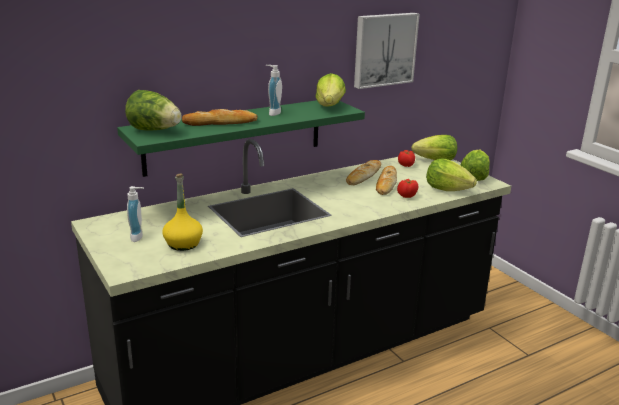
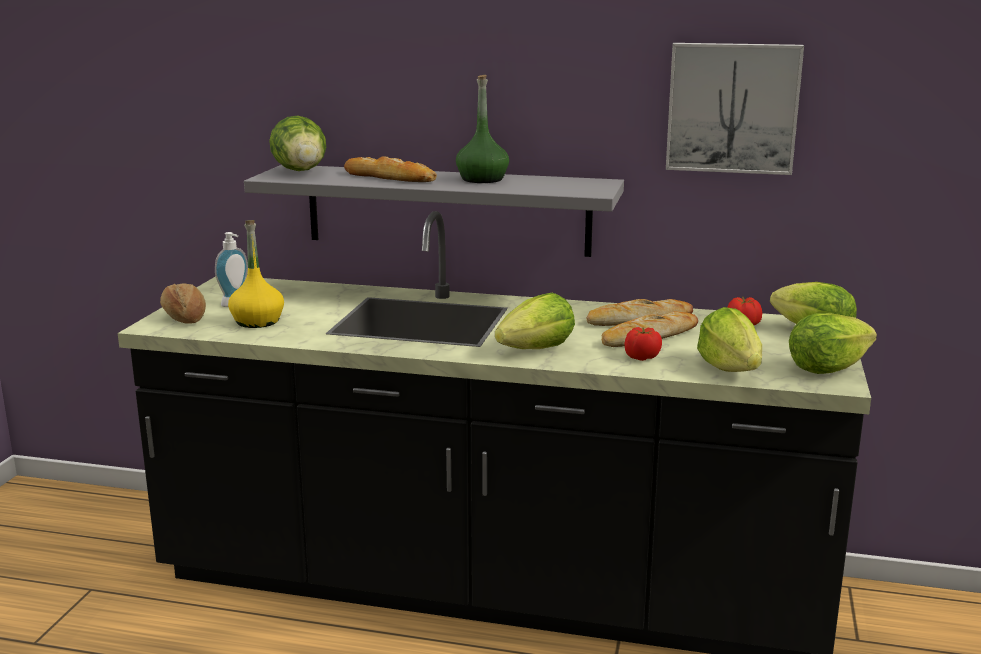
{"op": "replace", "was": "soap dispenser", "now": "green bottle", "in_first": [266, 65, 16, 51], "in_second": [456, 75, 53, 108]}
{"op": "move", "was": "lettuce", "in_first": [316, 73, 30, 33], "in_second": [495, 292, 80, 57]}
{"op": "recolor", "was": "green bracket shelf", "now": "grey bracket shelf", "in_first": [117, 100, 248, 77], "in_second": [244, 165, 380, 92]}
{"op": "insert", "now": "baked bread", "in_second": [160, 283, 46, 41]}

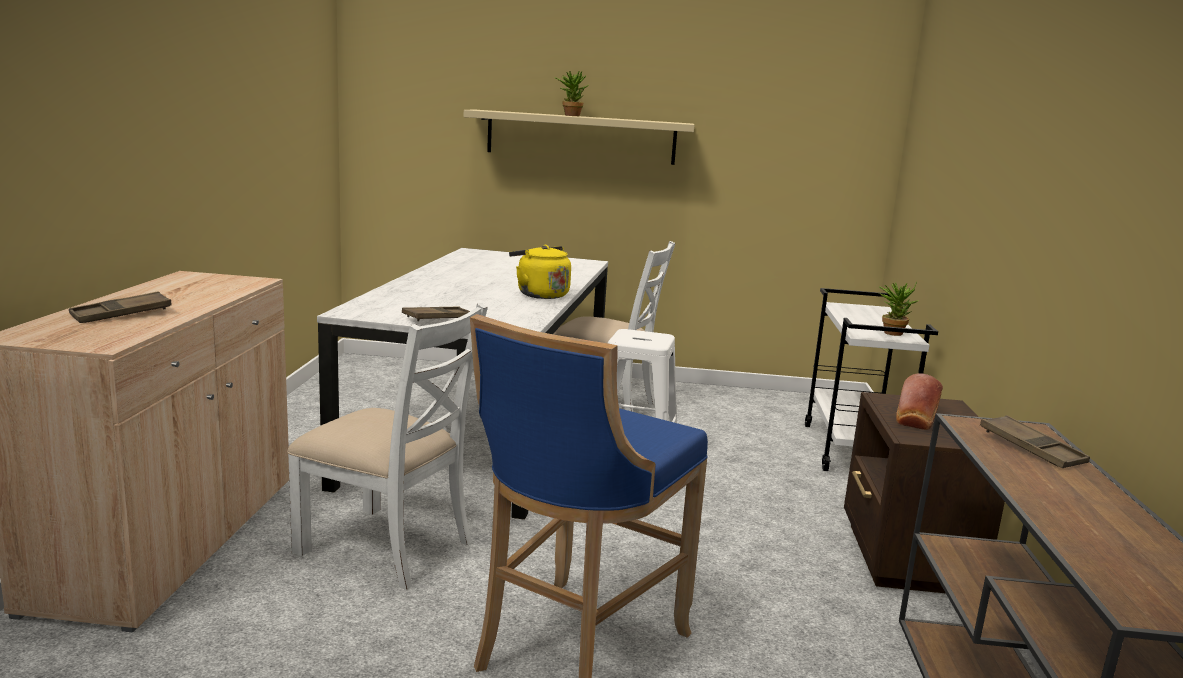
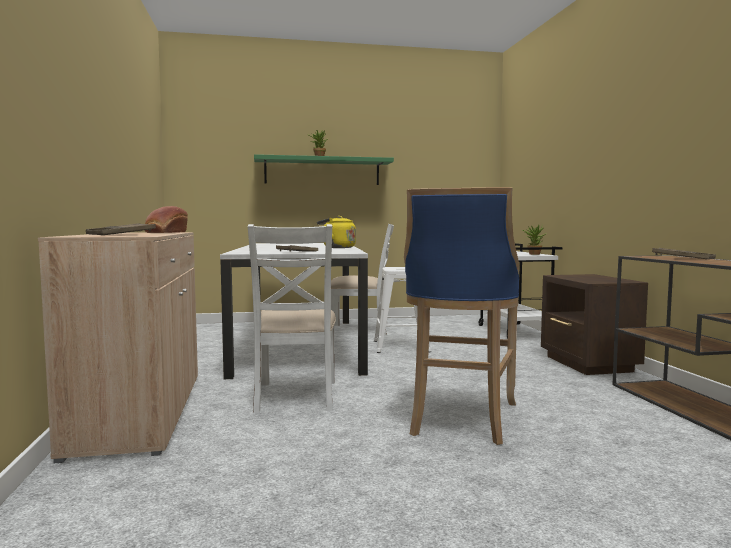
{"op": "recolor", "was": "sand-coloured bracket shelf", "now": "green bracket shelf", "in_first": [464, 110, 230, 55], "in_second": [254, 154, 140, 31]}
{"op": "rotate", "was": "whitish plain chair", "in_first": [287, 303, 201, 287], "in_second": [248, 224, 88, 189], "clockwise": 75}
{"op": "move", "was": "baked bread", "in_first": [896, 373, 47, 57], "in_second": [145, 206, 43, 27]}

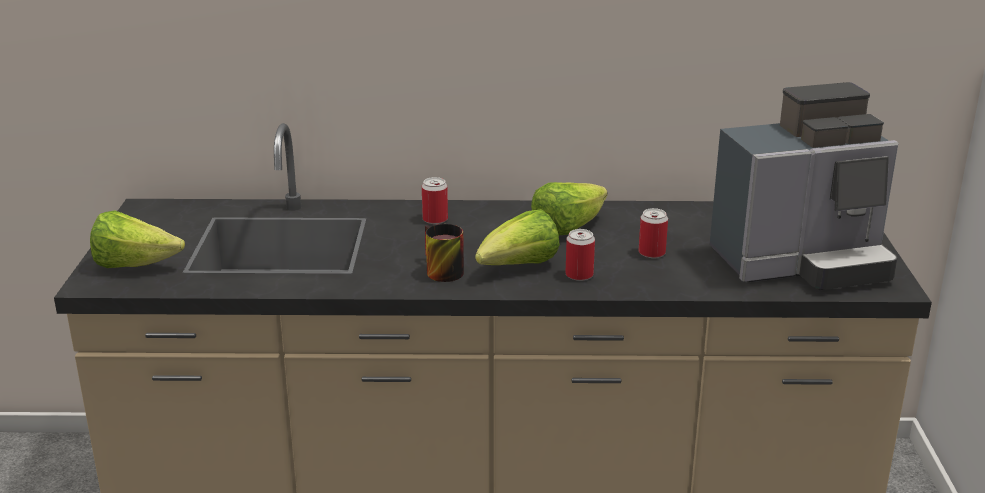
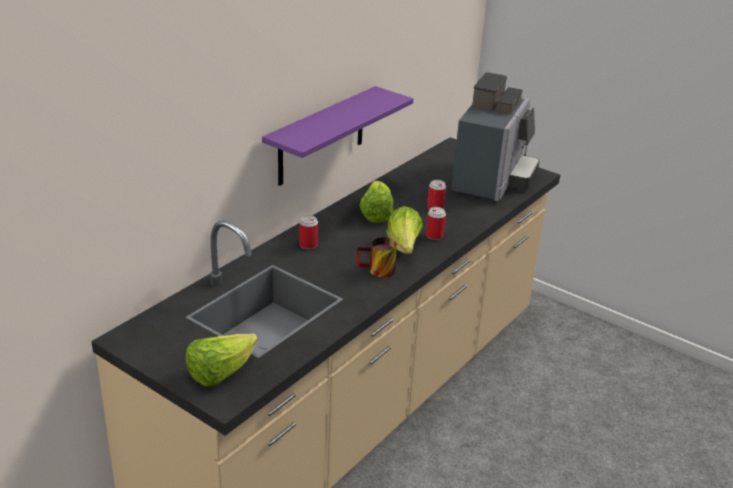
{"op": "insert", "now": "purplish bracket shelf", "in_second": [262, 86, 151, 100]}

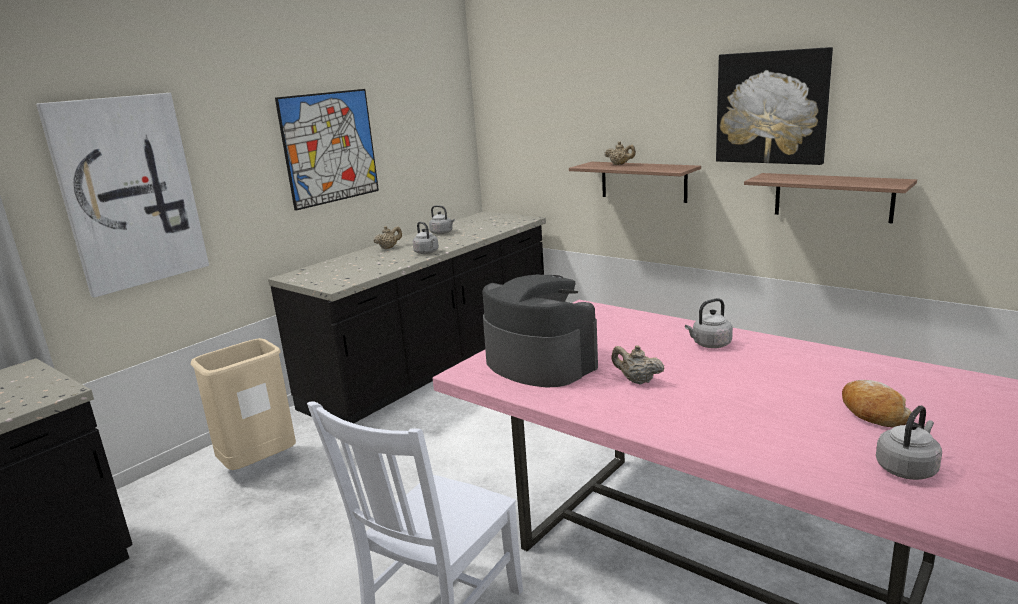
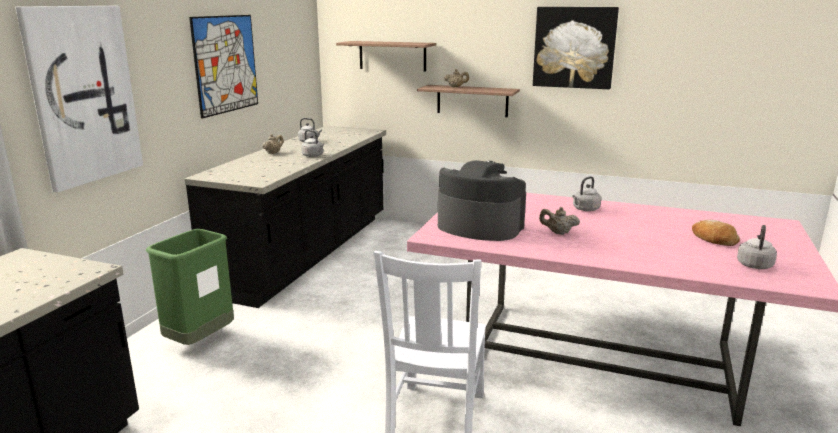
{"op": "move", "was": "bracket shelf", "in_first": [744, 173, 173, 51], "in_second": [336, 41, 100, 31]}
{"op": "recolor", "was": "sand-coloured waste bin", "now": "green waste bin", "in_first": [191, 338, 105, 132], "in_second": [146, 229, 88, 116]}

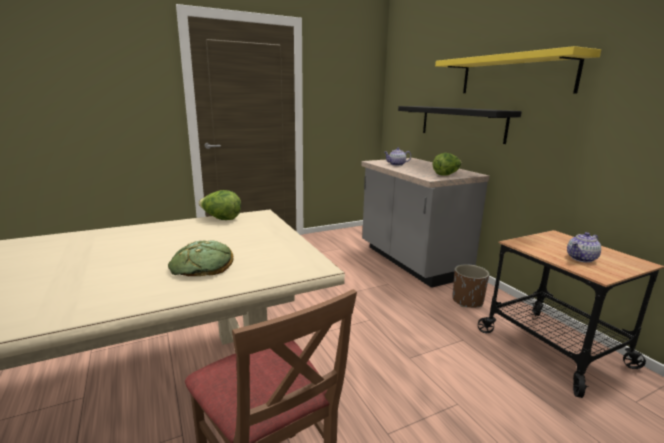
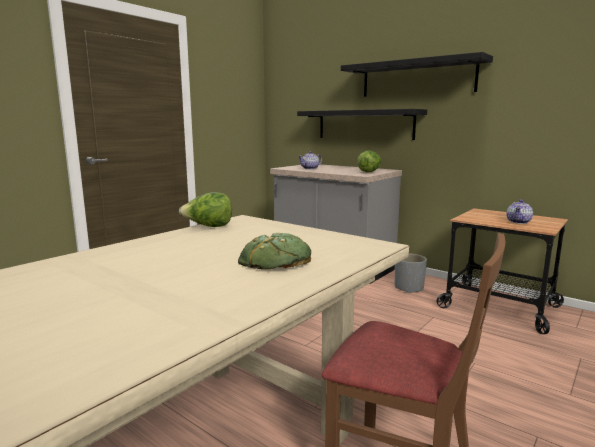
{"op": "recolor", "was": "yellow bracket shelf", "now": "blackish bracket shelf", "in_first": [435, 46, 166, 47], "in_second": [341, 52, 152, 45]}
{"op": "recolor", "was": "brown-coloured planter", "now": "grey planter", "in_first": [452, 264, 37, 44], "in_second": [395, 253, 32, 40]}

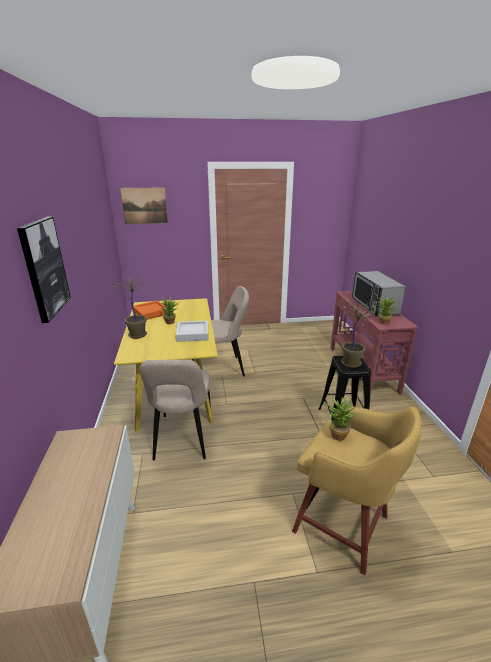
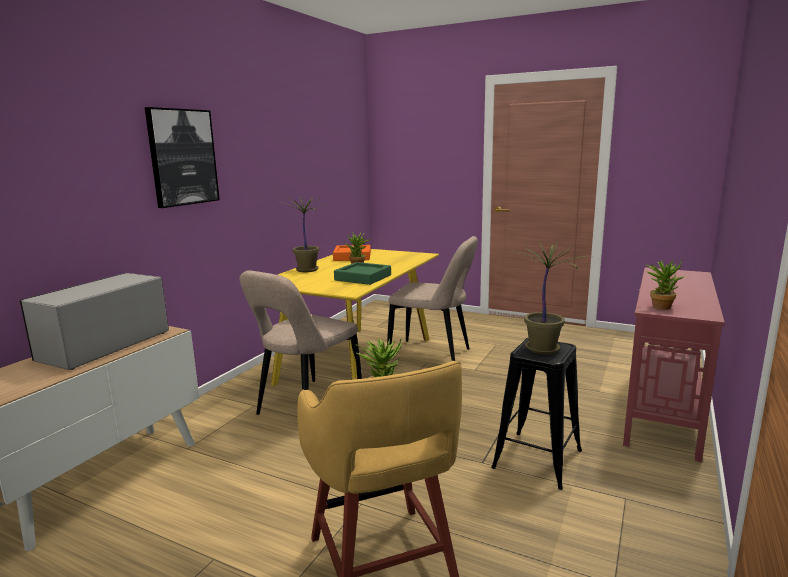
{"op": "delete", "was": "wall art", "in_first": [120, 188, 48, 36]}
{"op": "move", "was": "microwave oven", "in_first": [352, 271, 54, 45], "in_second": [20, 273, 149, 97]}
{"op": "recolor", "was": "grey tray", "now": "green tray", "in_first": [175, 321, 34, 21], "in_second": [334, 262, 57, 23]}

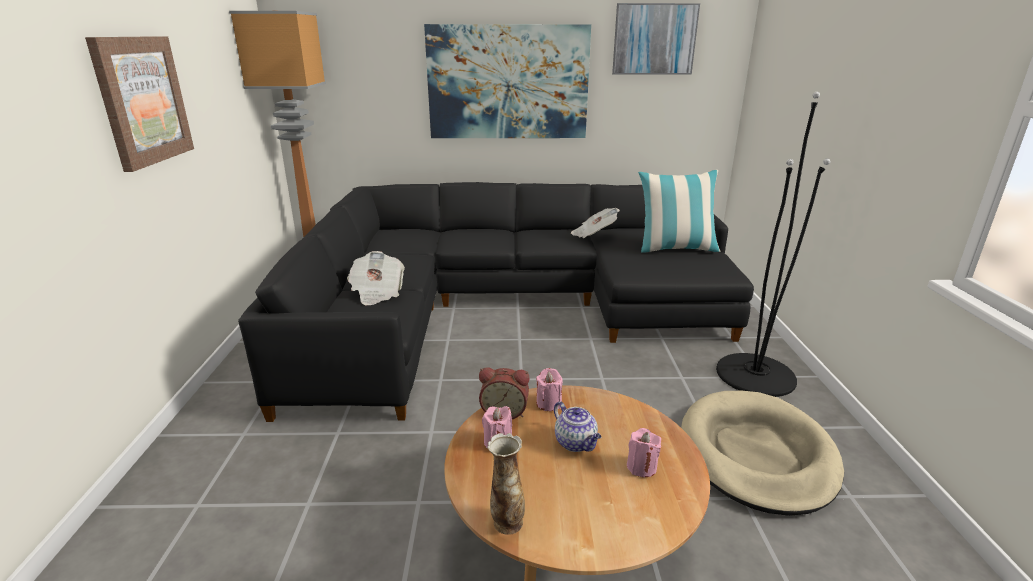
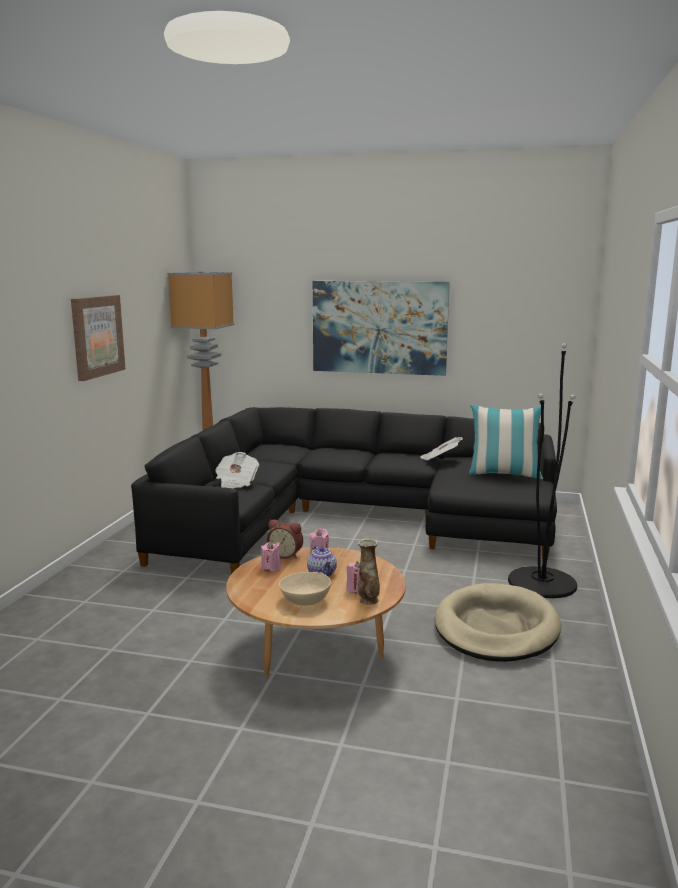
{"op": "delete", "was": "wall art", "in_first": [612, 3, 88, 72]}
{"op": "move", "was": "flower vase", "in_first": [487, 433, 38, 102], "in_second": [357, 538, 23, 67]}
{"op": "insert", "now": "sand-coloured deep dish", "in_second": [279, 572, 52, 33]}

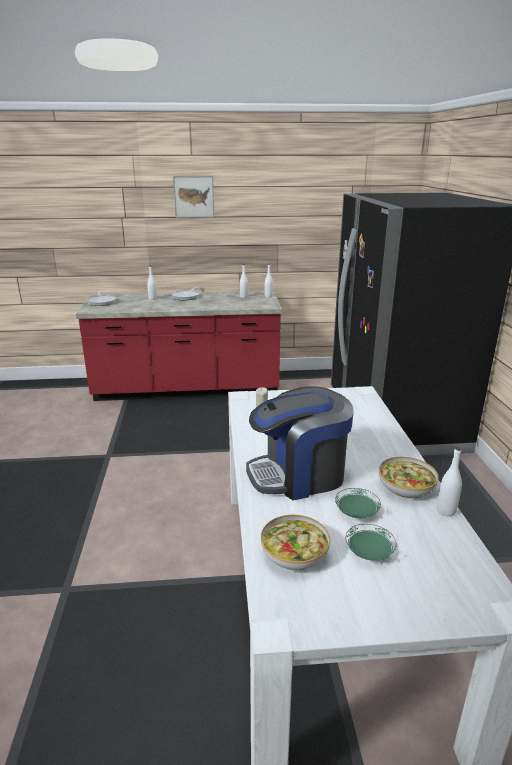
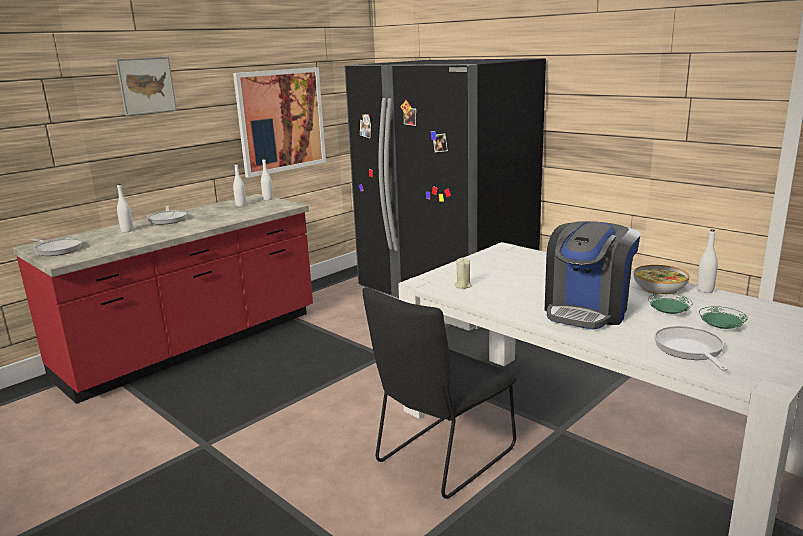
{"op": "replace", "was": "deep dish", "now": "pan", "in_first": [261, 515, 69, 56], "in_second": [654, 326, 73, 45]}
{"op": "insert", "now": "wall art", "in_second": [233, 67, 93, 111]}
{"op": "insert", "now": "blackish plain chair", "in_second": [362, 287, 154, 212]}

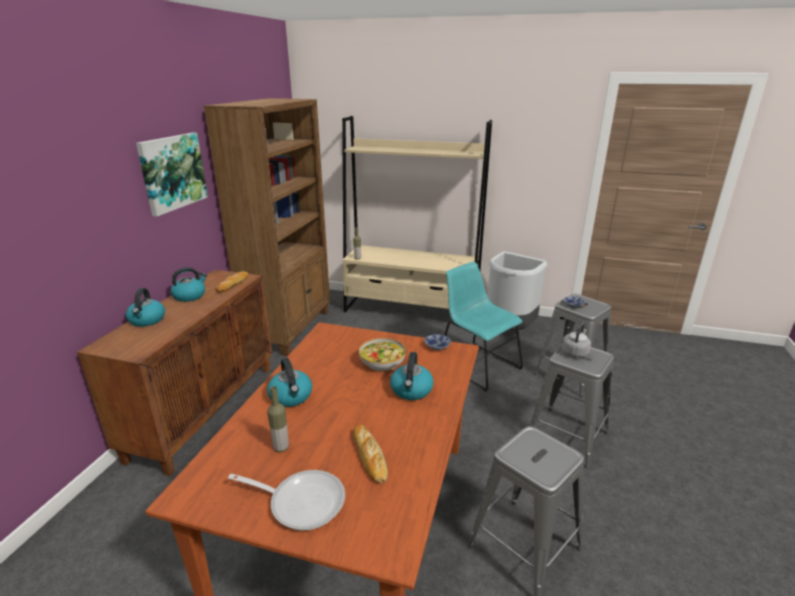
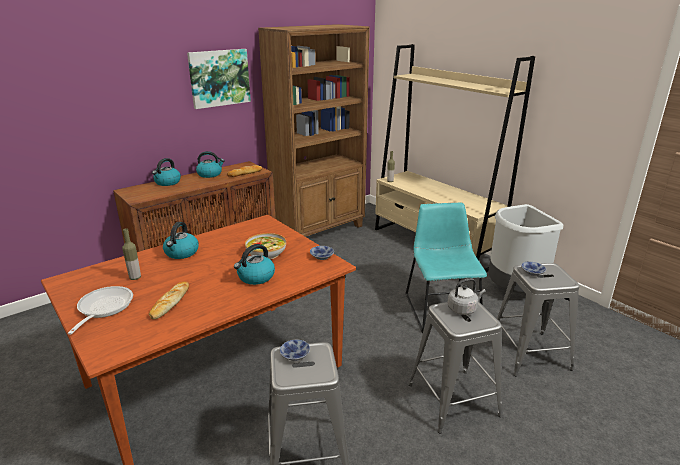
{"op": "rotate", "was": "pan", "in_first": [228, 470, 117, 61], "in_second": [67, 286, 66, 48], "clockwise": -135}
{"op": "insert", "now": "deep dish", "in_second": [279, 340, 31, 21]}

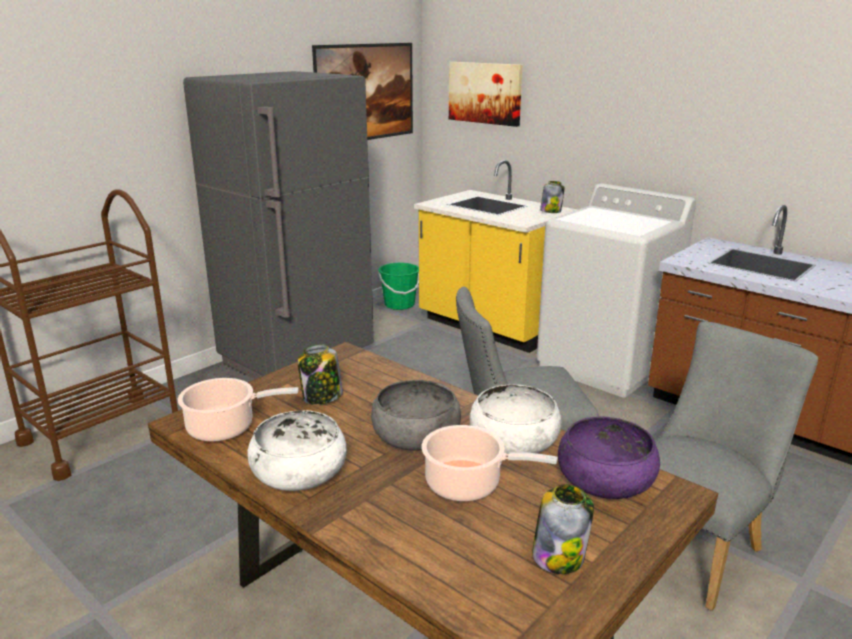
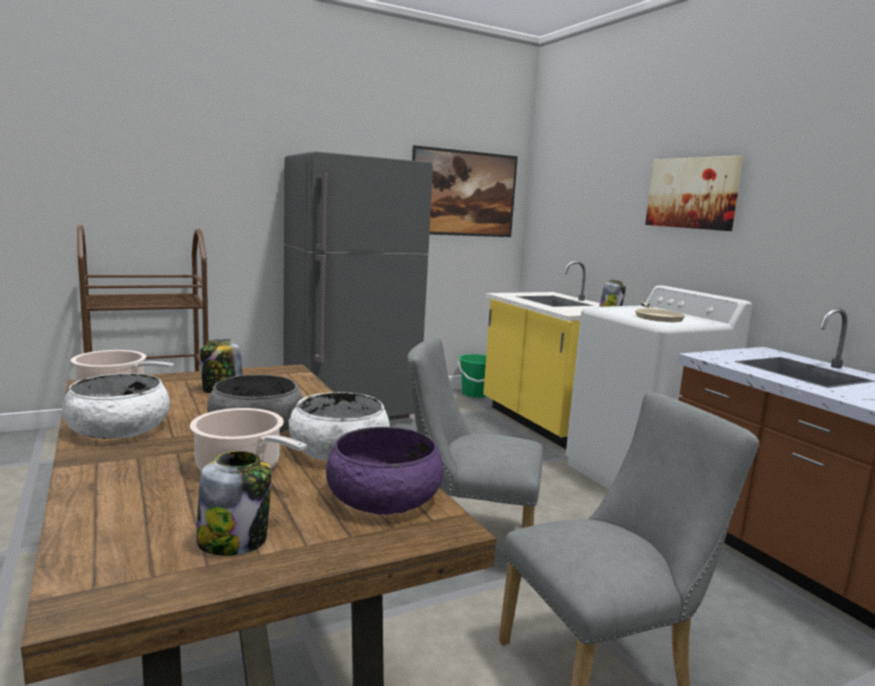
{"op": "move", "was": "wall art", "in_first": [449, 62, 74, 65], "in_second": [645, 156, 99, 75]}
{"op": "insert", "now": "sand-coloured pan", "in_second": [635, 303, 50, 19]}

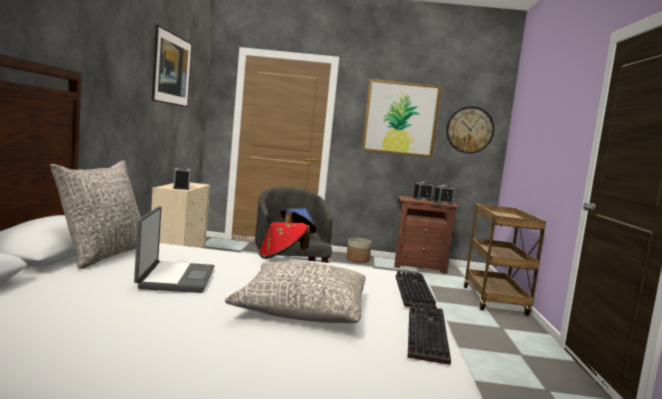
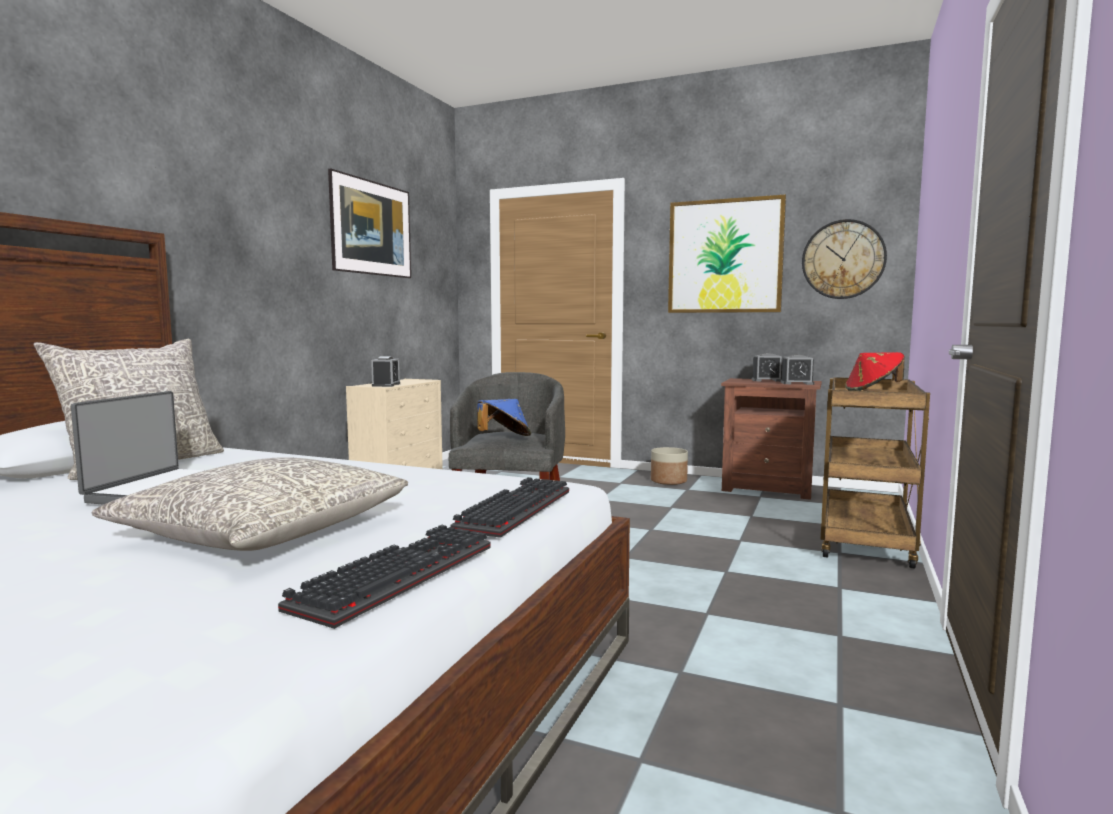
{"op": "move", "was": "red clothing hat", "in_first": [259, 222, 51, 37], "in_second": [845, 352, 59, 39]}

